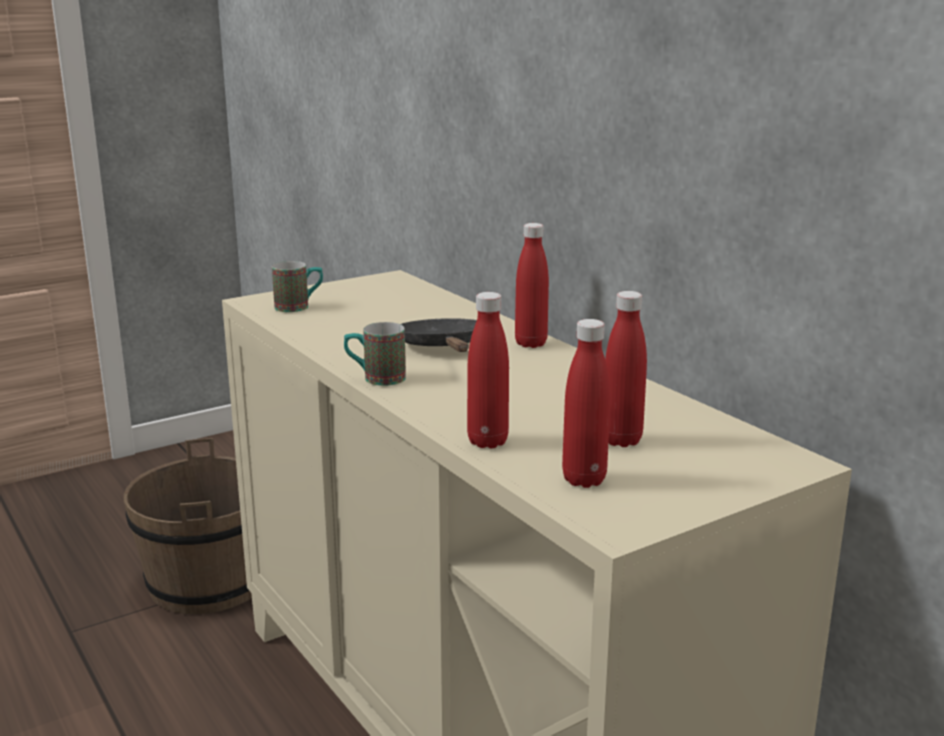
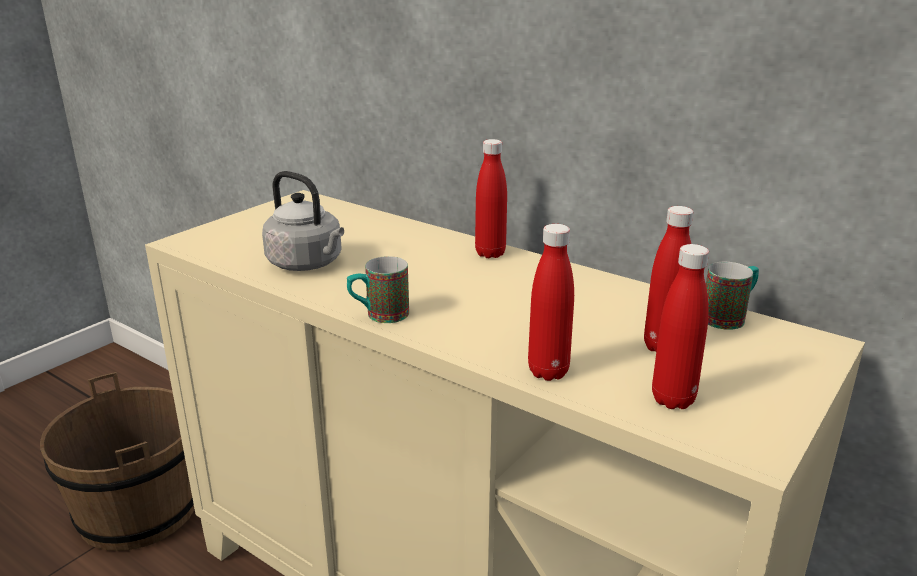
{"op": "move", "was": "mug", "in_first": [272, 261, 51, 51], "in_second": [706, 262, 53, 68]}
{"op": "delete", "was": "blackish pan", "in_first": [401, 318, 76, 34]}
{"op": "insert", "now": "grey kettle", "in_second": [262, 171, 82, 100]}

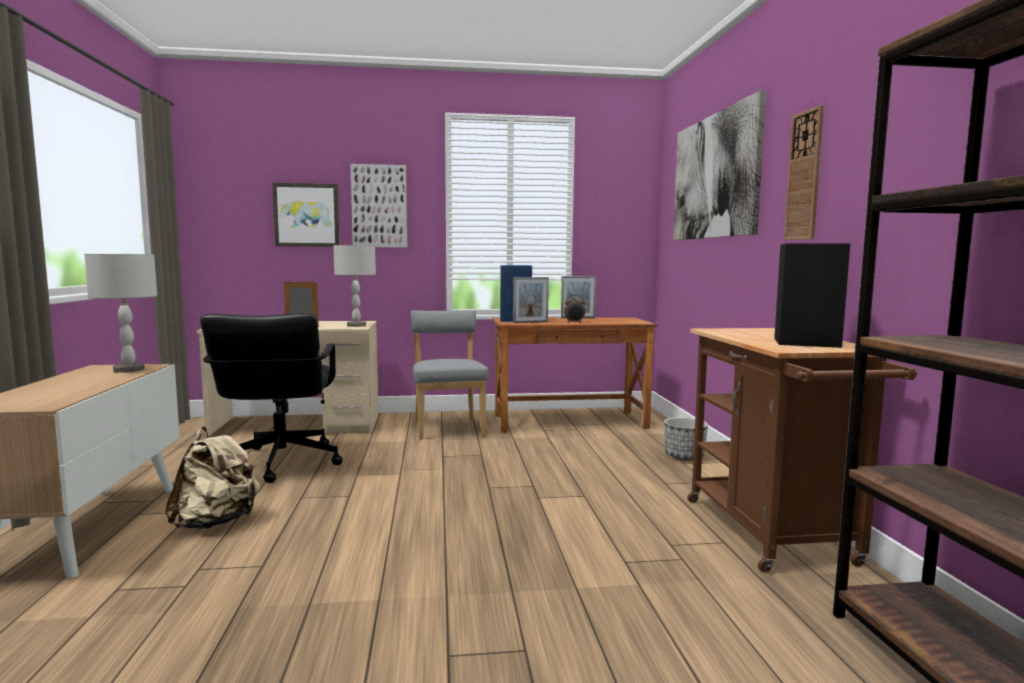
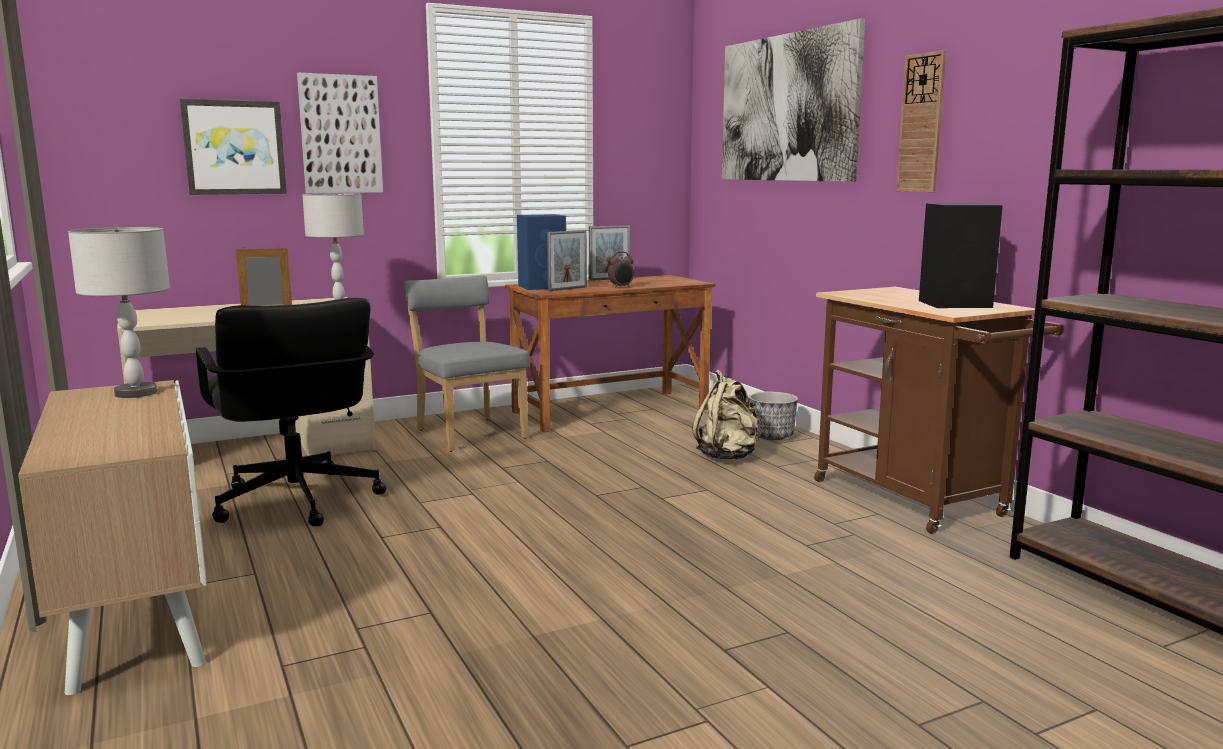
{"op": "move", "was": "sand-coloured rucksack", "in_first": [165, 426, 95, 103], "in_second": [692, 370, 68, 90]}

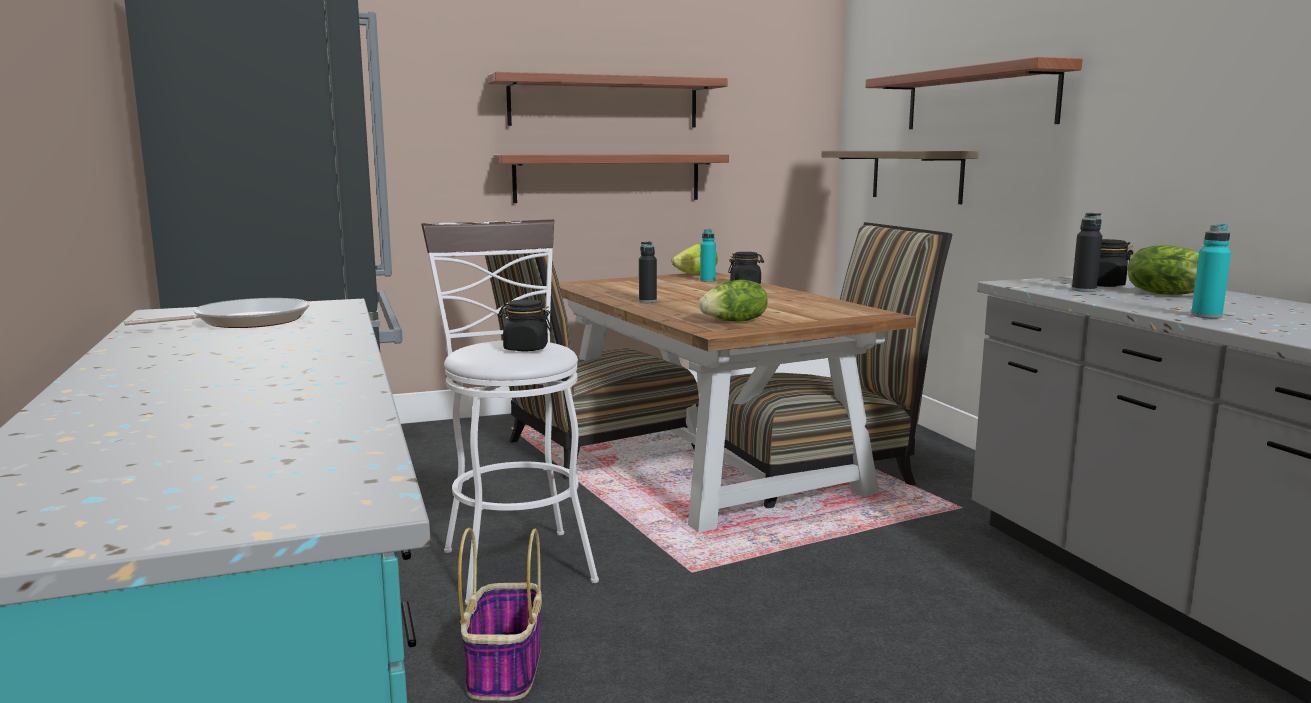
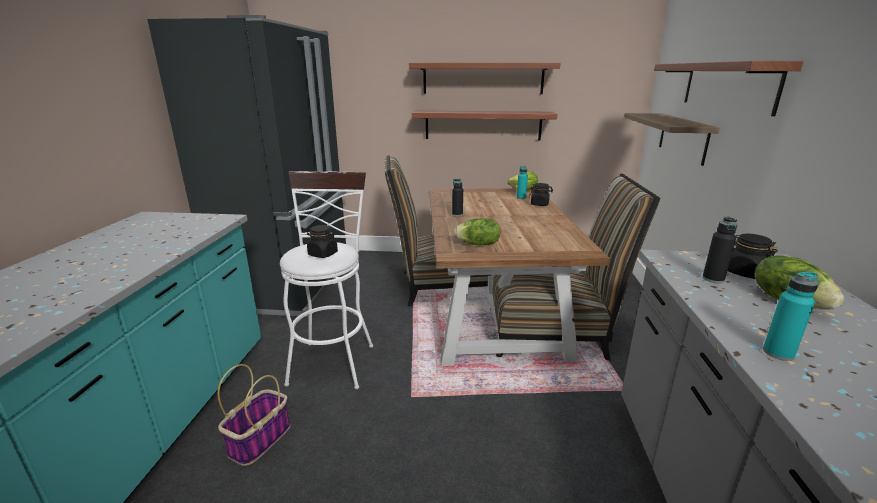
{"op": "delete", "was": "pan", "in_first": [124, 298, 186, 30]}

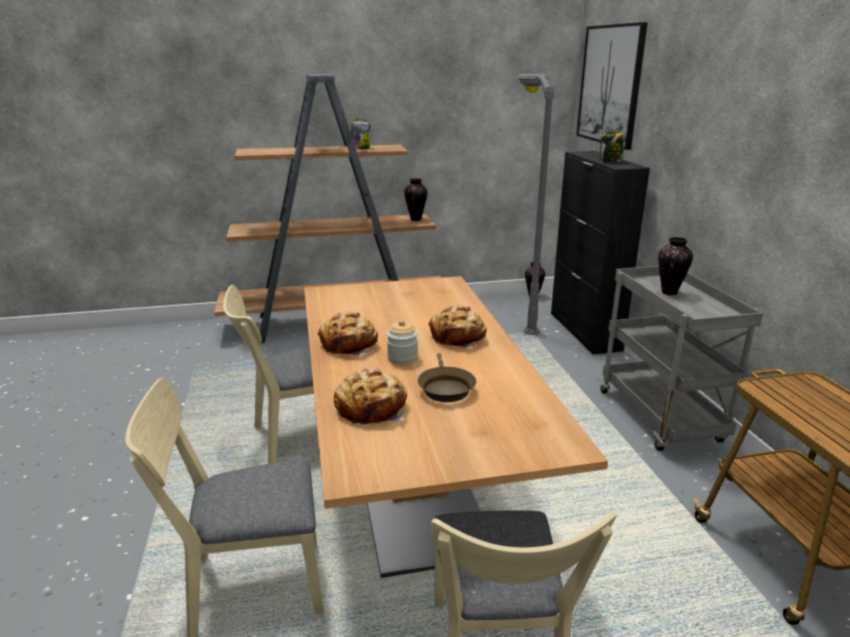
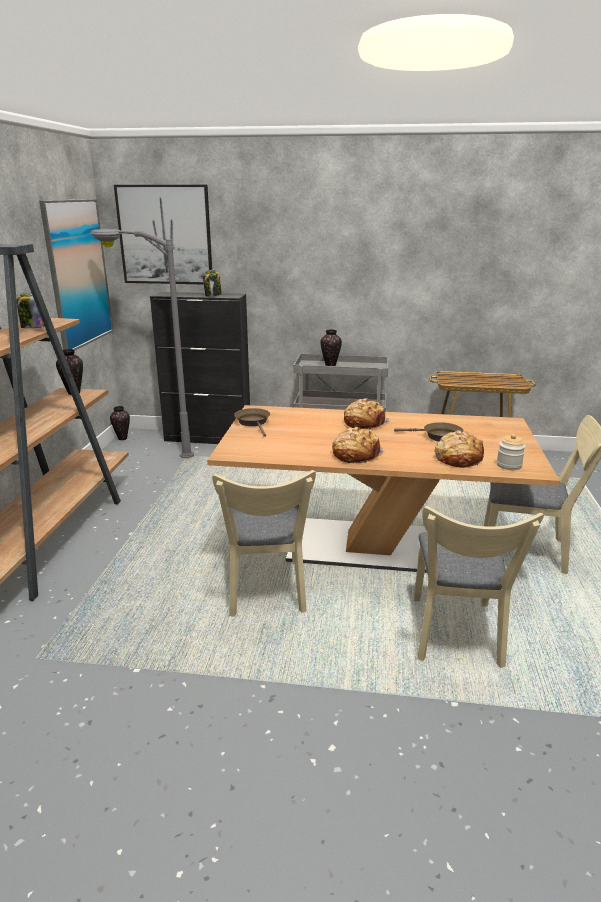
{"op": "move", "was": "storage jar", "in_first": [387, 320, 31, 44], "in_second": [497, 434, 29, 36]}
{"op": "insert", "now": "wall art", "in_second": [39, 199, 74, 152]}
{"op": "insert", "now": "brown-coloured pan", "in_second": [234, 408, 36, 29]}

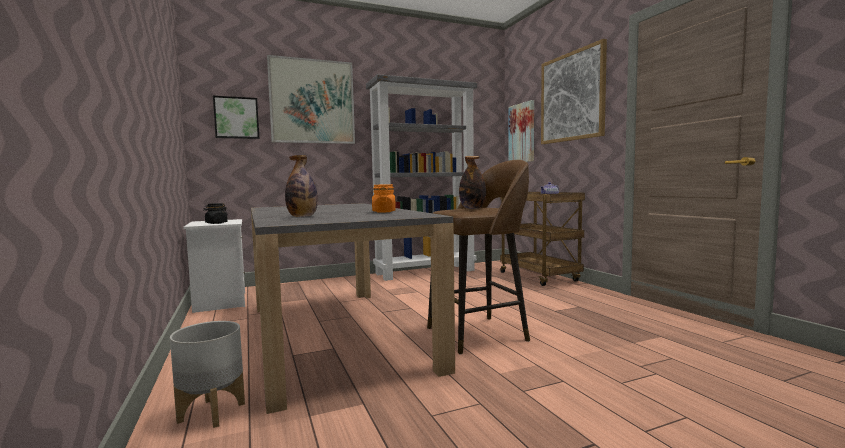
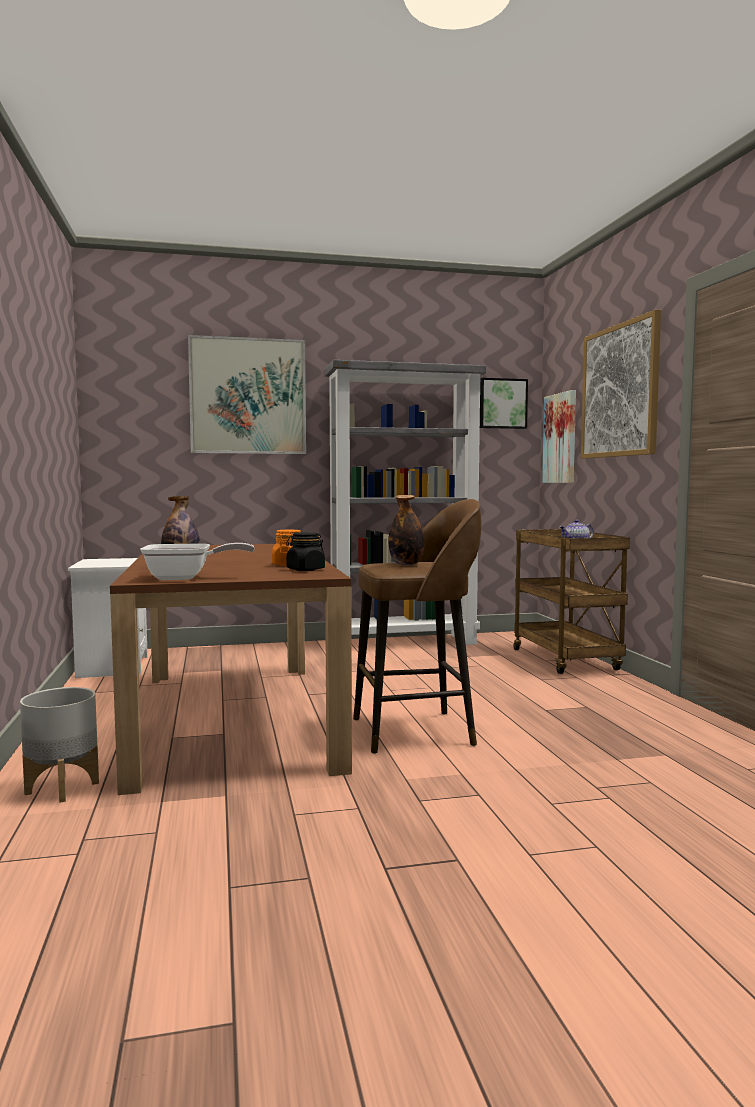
{"op": "move", "was": "wall art", "in_first": [213, 96, 46, 43], "in_second": [480, 378, 48, 51]}
{"op": "move", "was": "blackish storage jar", "in_first": [203, 203, 25, 21], "in_second": [286, 532, 39, 39]}
{"op": "recolor", "was": "grey dining table", "now": "brown-coloured dining table", "in_first": [251, 203, 204, 211], "in_second": [110, 544, 242, 251]}
{"op": "insert", "now": "pan", "in_second": [140, 543, 114, 37]}

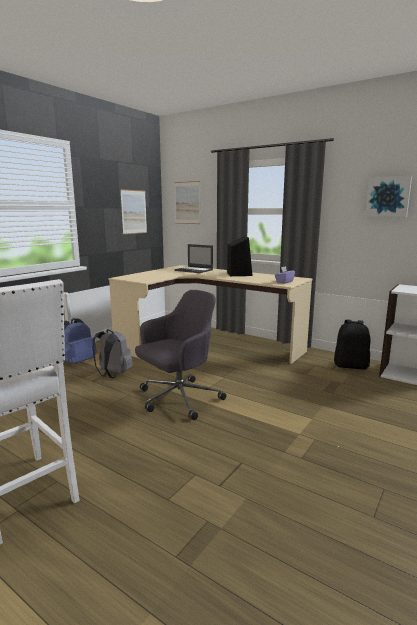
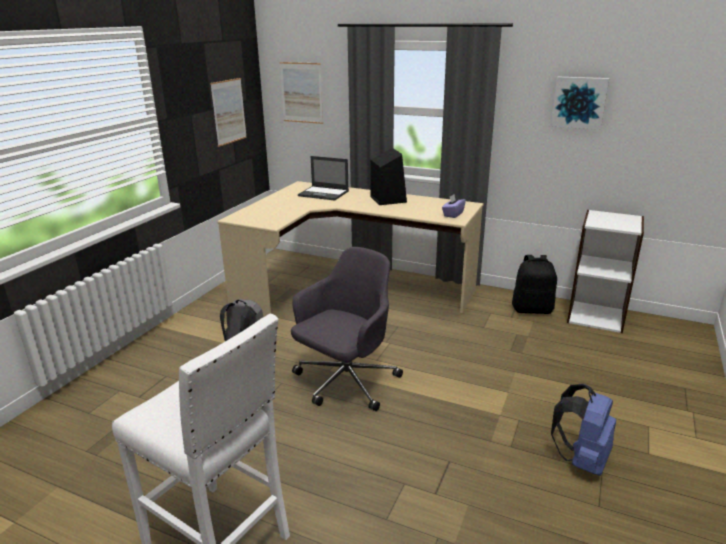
{"op": "move", "was": "bluish rucksack", "in_first": [64, 318, 33, 46], "in_second": [551, 384, 65, 92]}

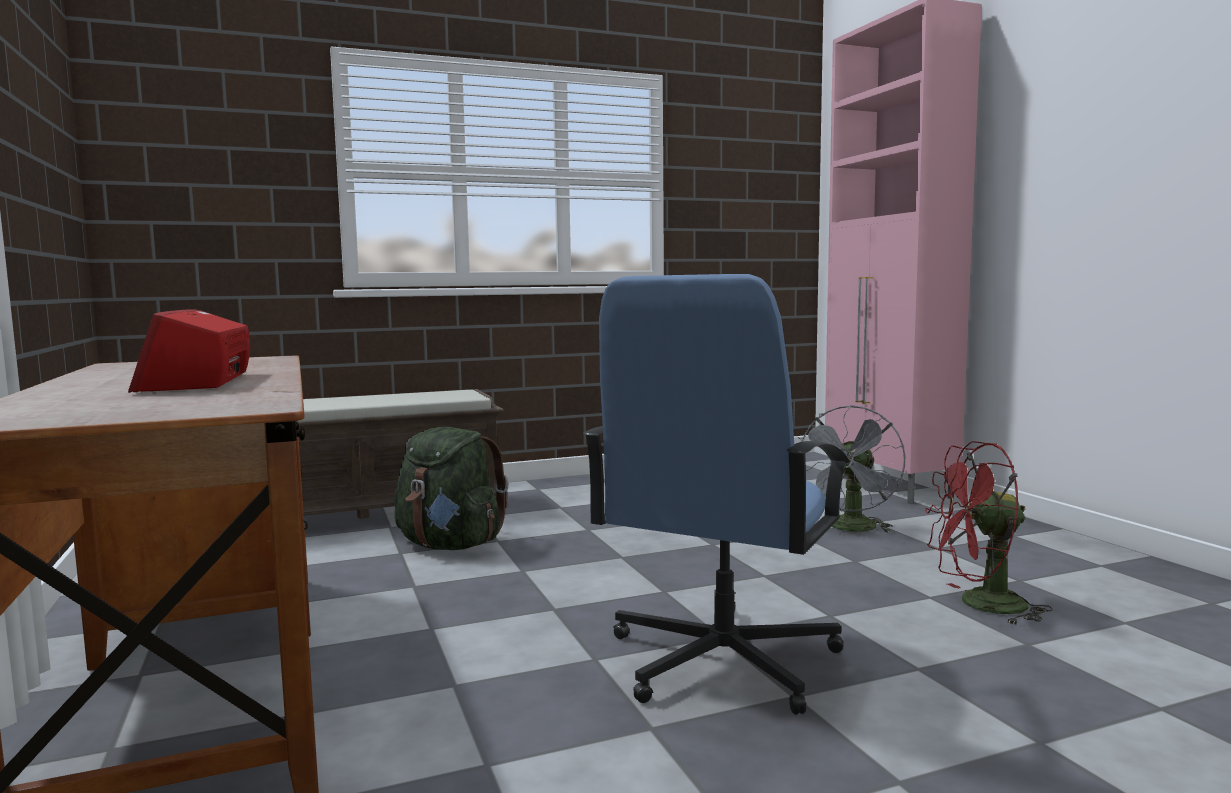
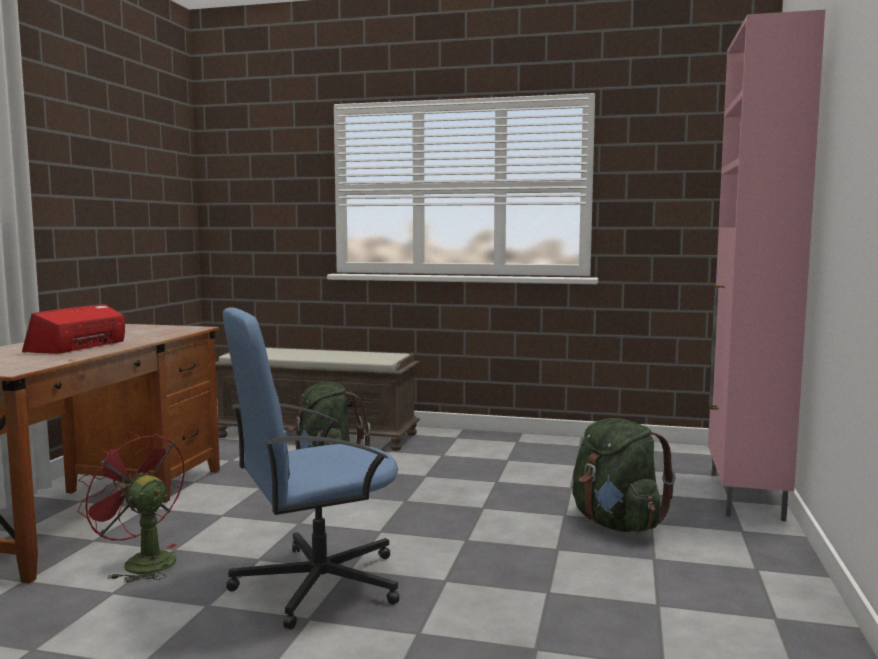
{"op": "replace", "was": "grey fan", "now": "green rucksack", "in_first": [798, 405, 107, 128], "in_second": [572, 418, 104, 114]}
{"op": "move", "was": "red fan", "in_first": [925, 441, 127, 184], "in_second": [77, 432, 108, 151]}

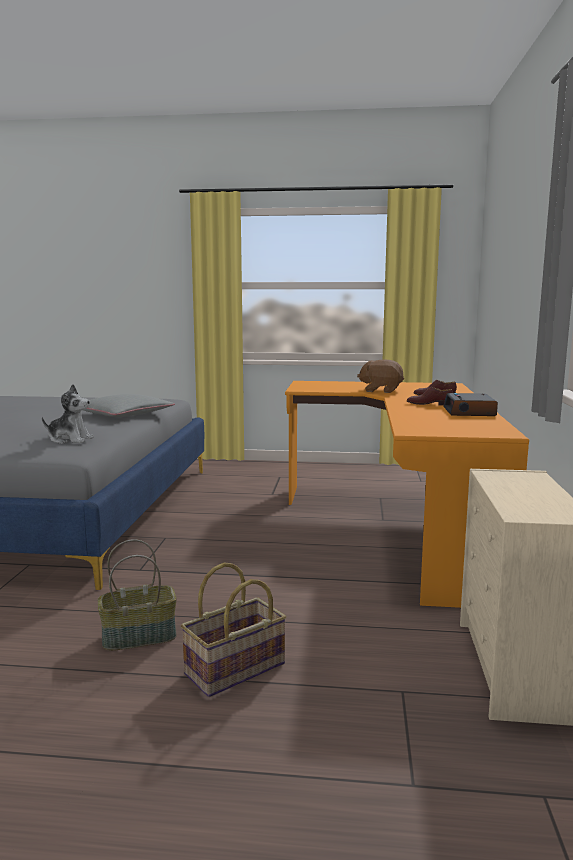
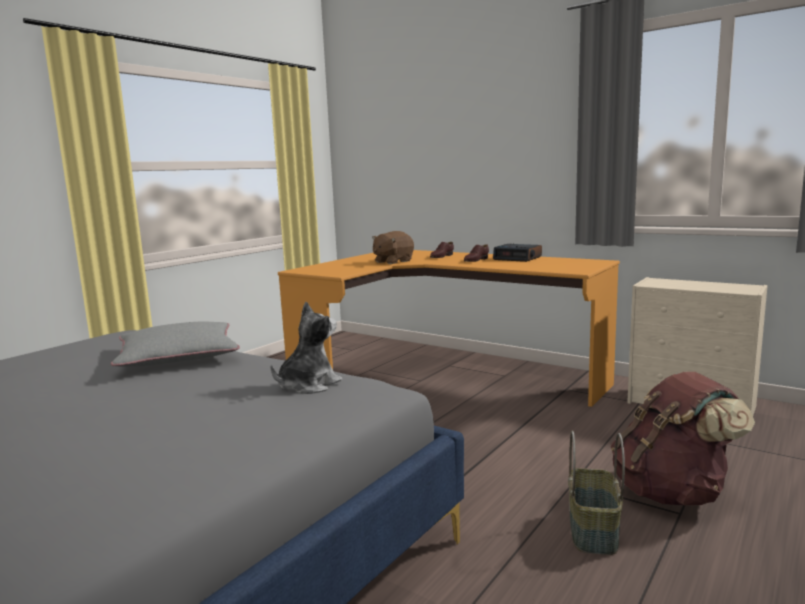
{"op": "replace", "was": "storage basket", "now": "brown-coloured rucksack", "in_first": [181, 562, 105, 135], "in_second": [610, 372, 145, 134]}

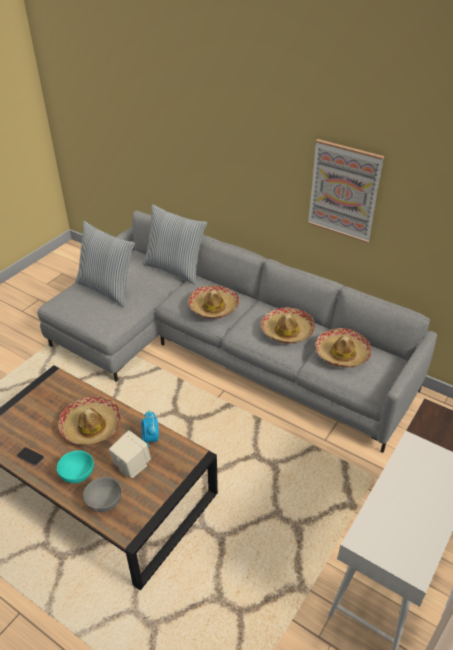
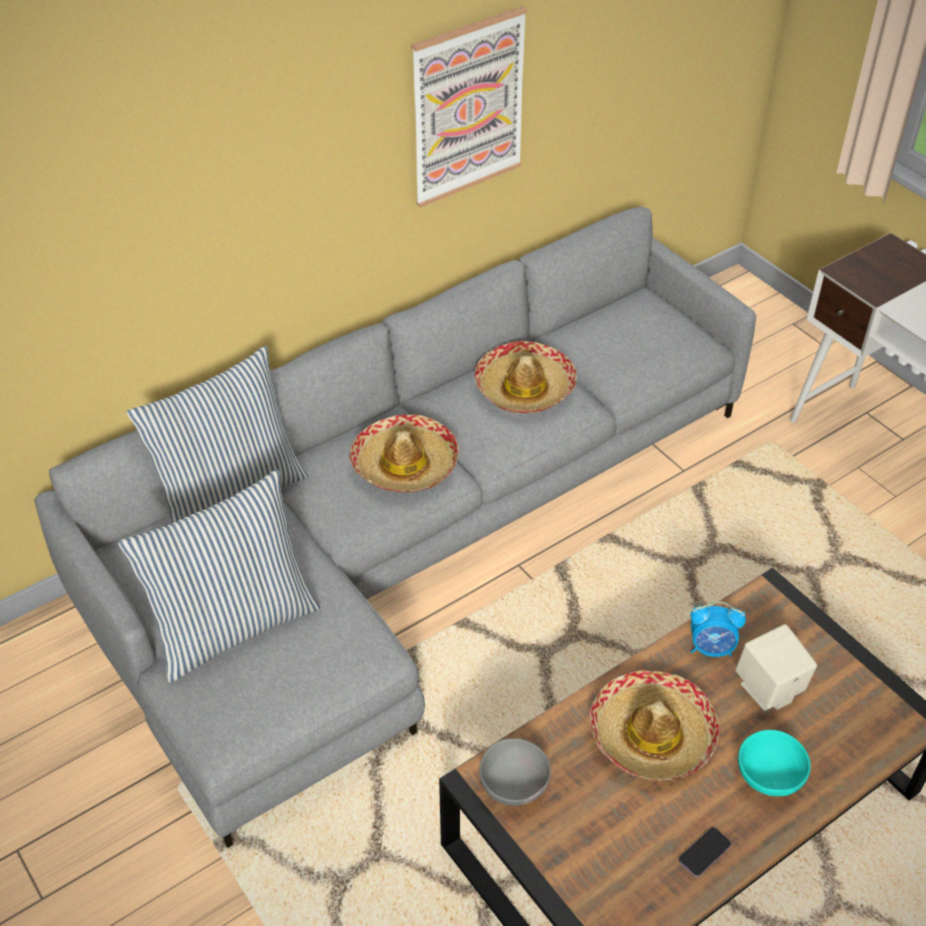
{"op": "delete", "was": "clothing hat", "in_first": [316, 328, 56, 39]}
{"op": "move", "was": "grey deep dish", "in_first": [83, 477, 38, 35], "in_second": [479, 738, 72, 68]}

